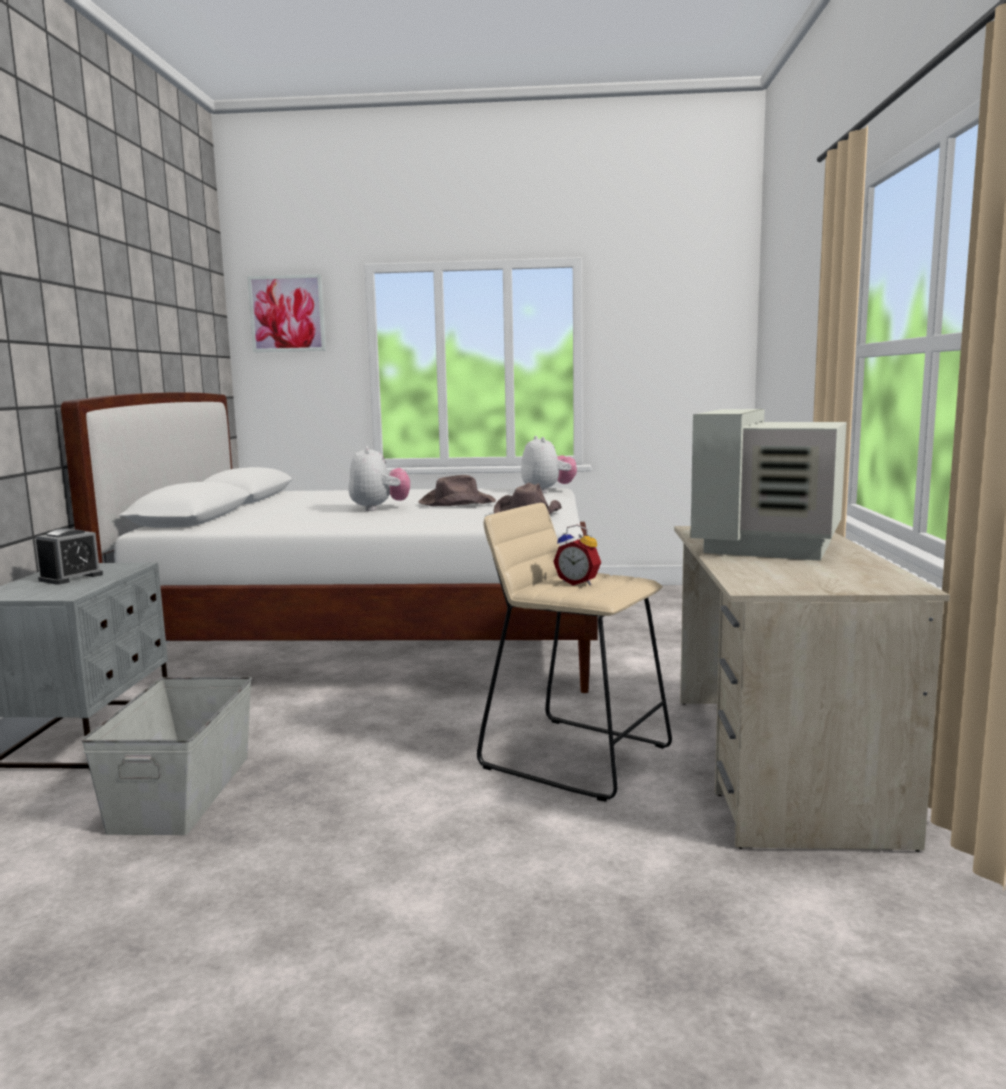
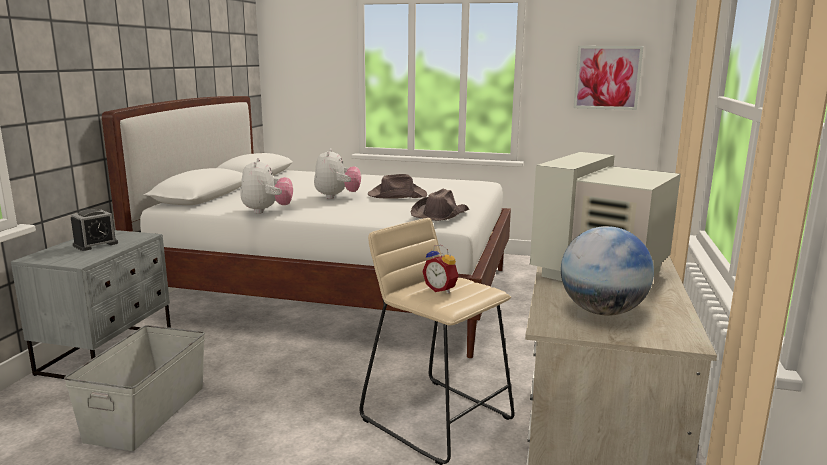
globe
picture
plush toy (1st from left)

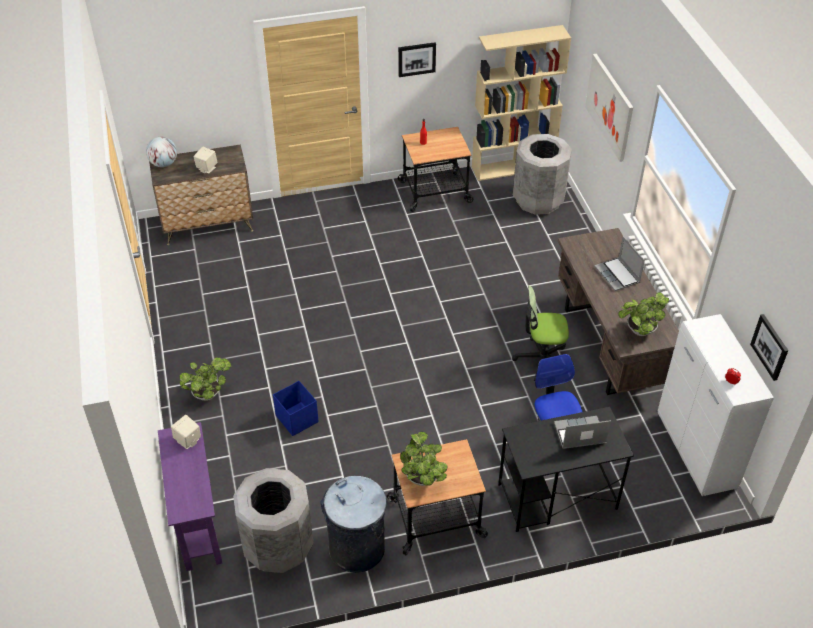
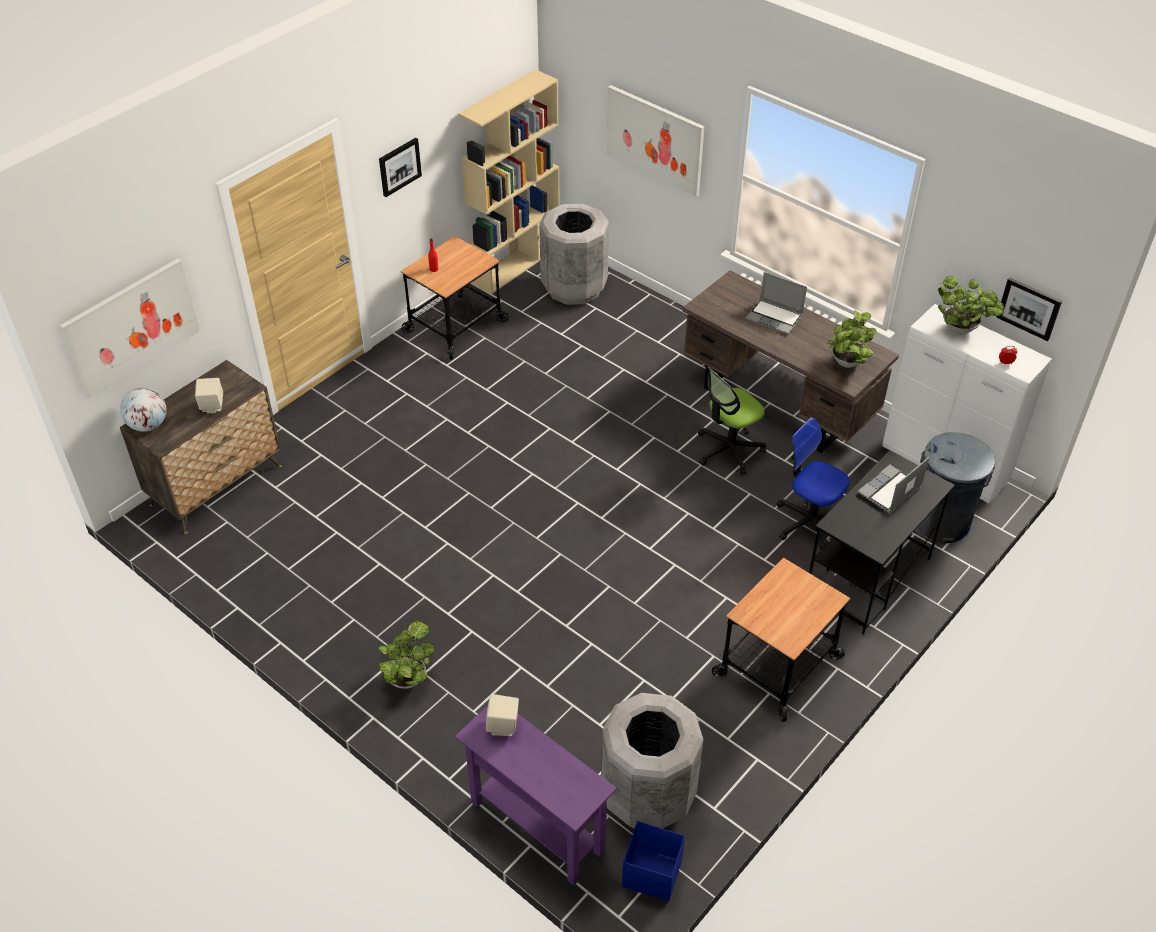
picture (1st from left)
blue storage box
grey trash can (3rd from left)
potted plant (3rd from left)

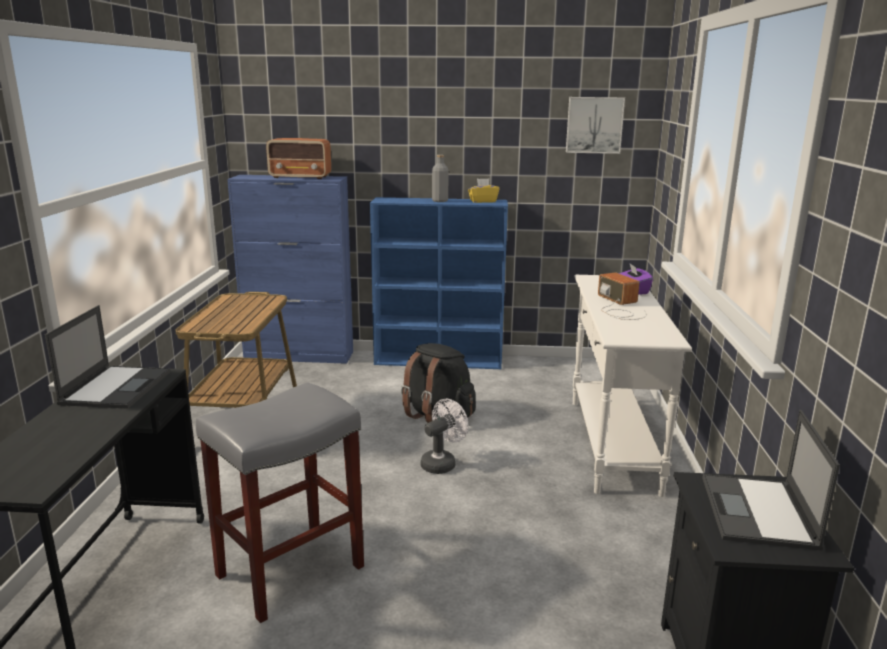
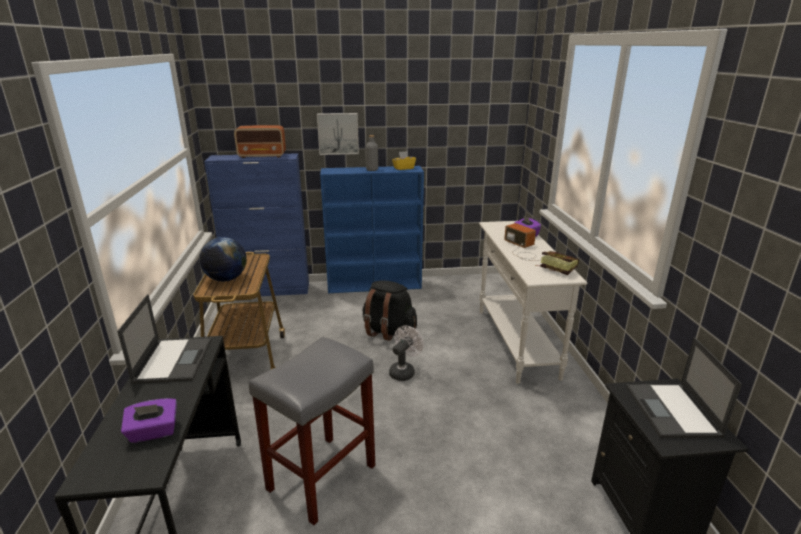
purple tissue box (1st from left)
globe
book
picture

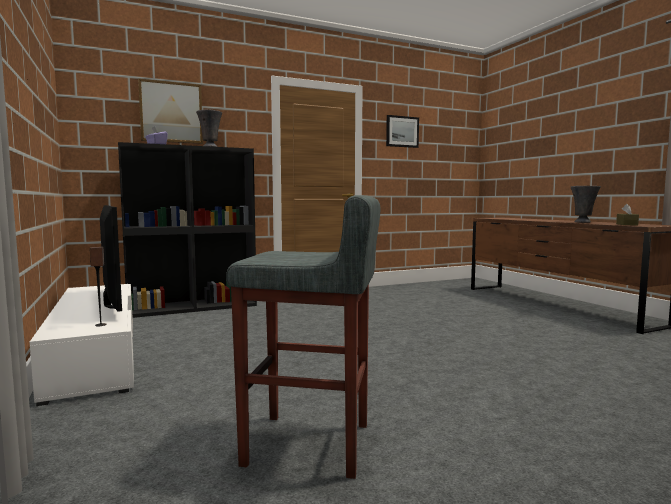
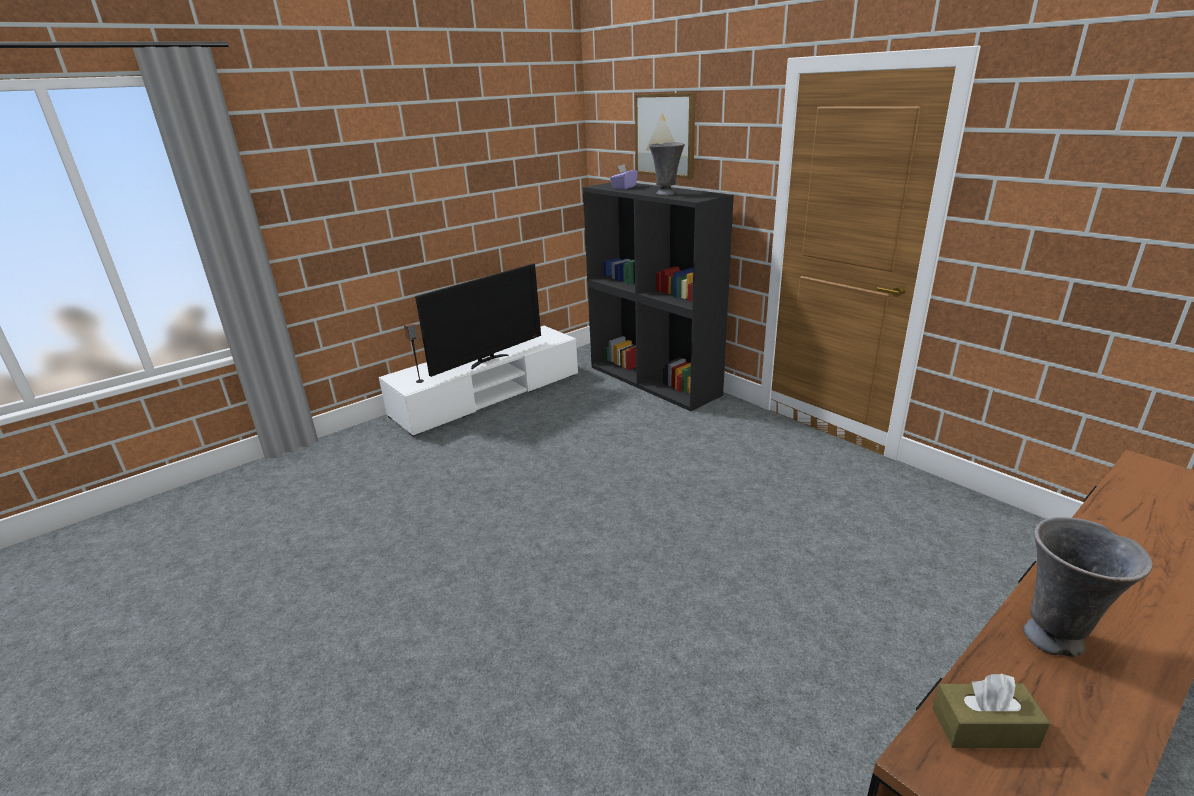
grey stool
picture (2nd from left in the first image)

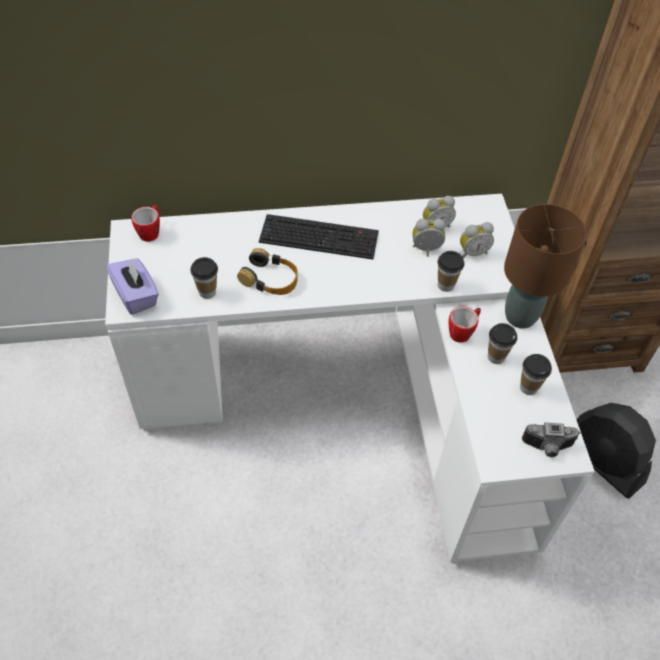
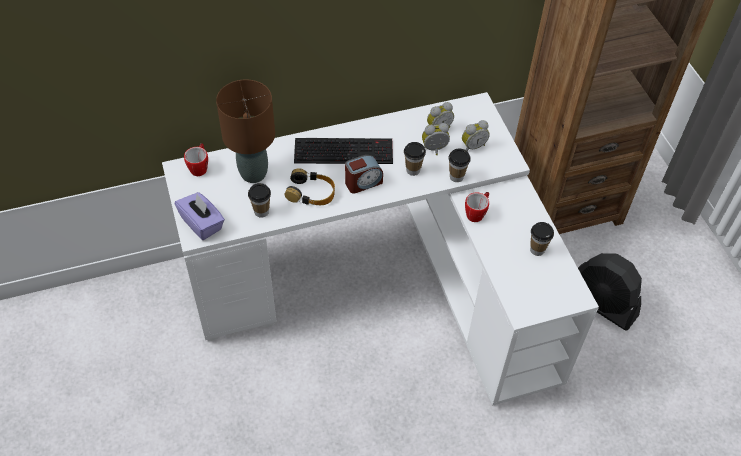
photo camera
alarm clock (1st from left)
cup (2nd from left)
brown table lamp

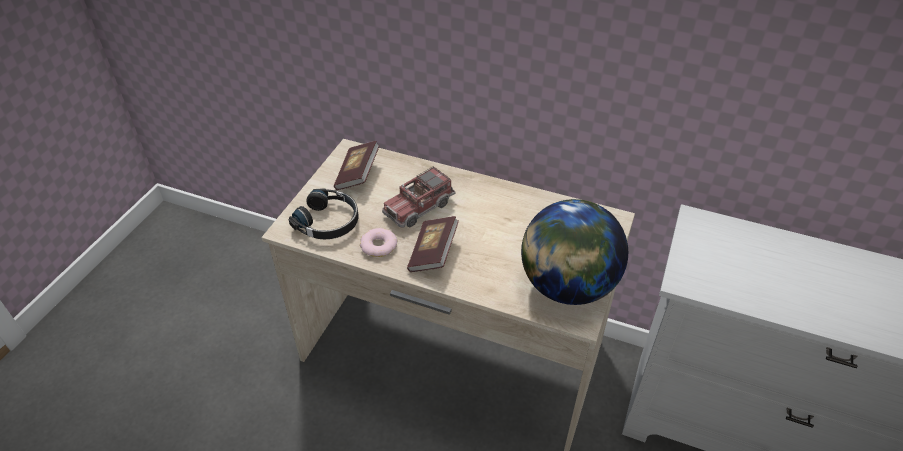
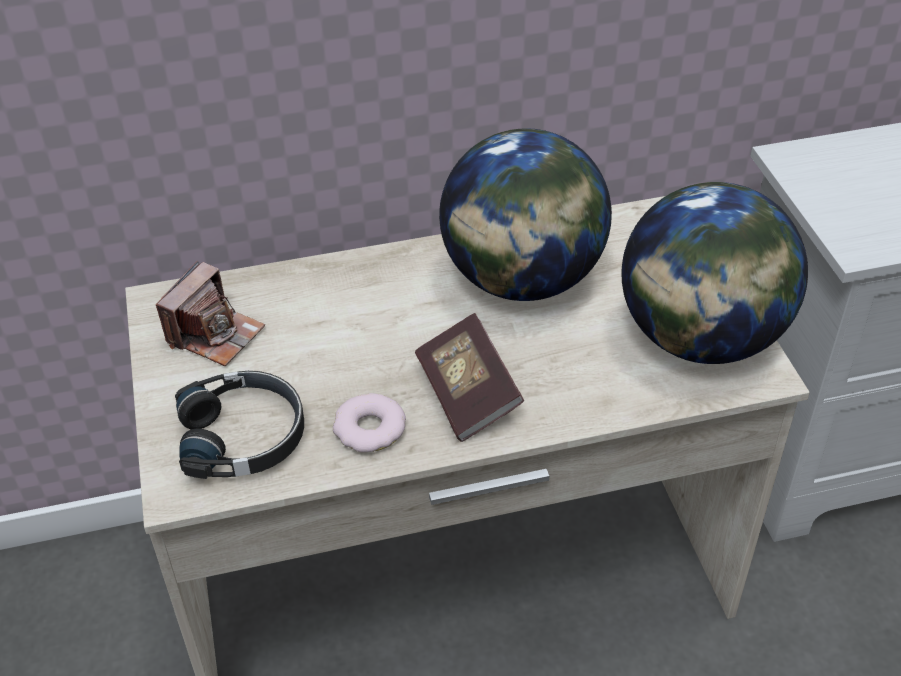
toy truck
globe (1st from left)
photo camera

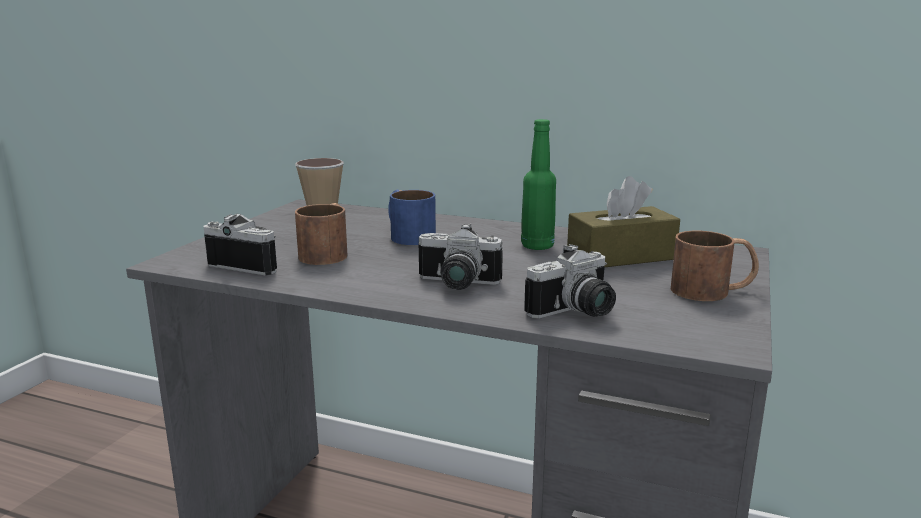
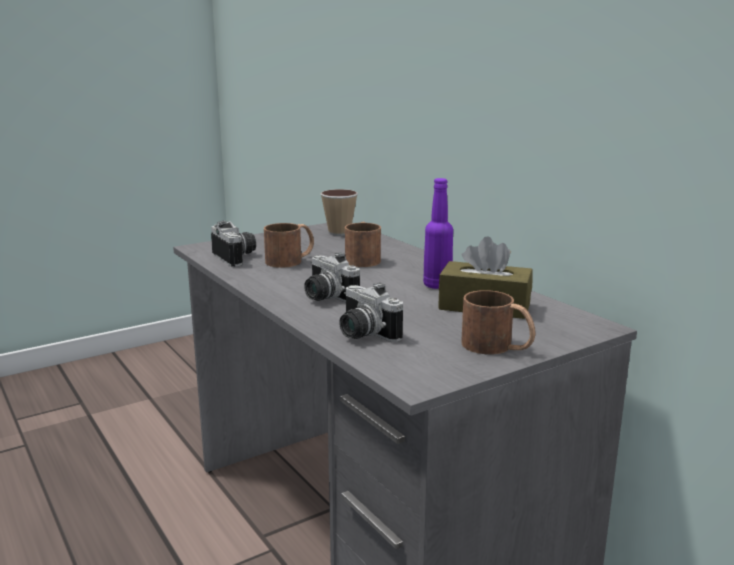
brown mug (2nd from left)
purple bottle
photo camera (3rd from left)

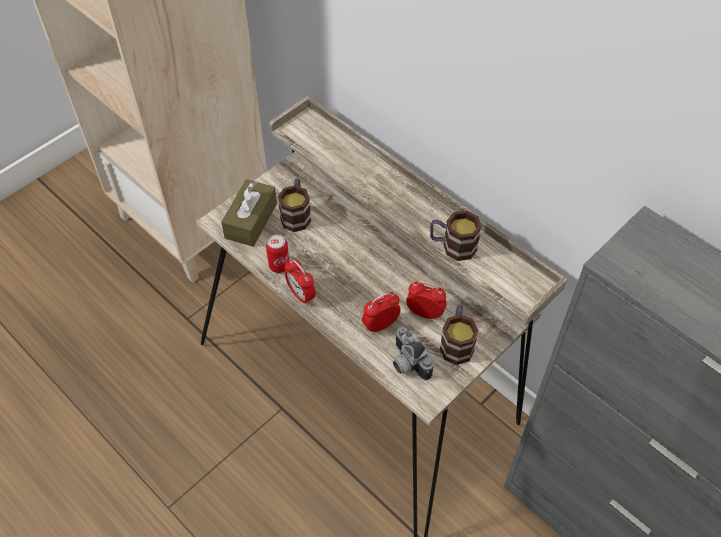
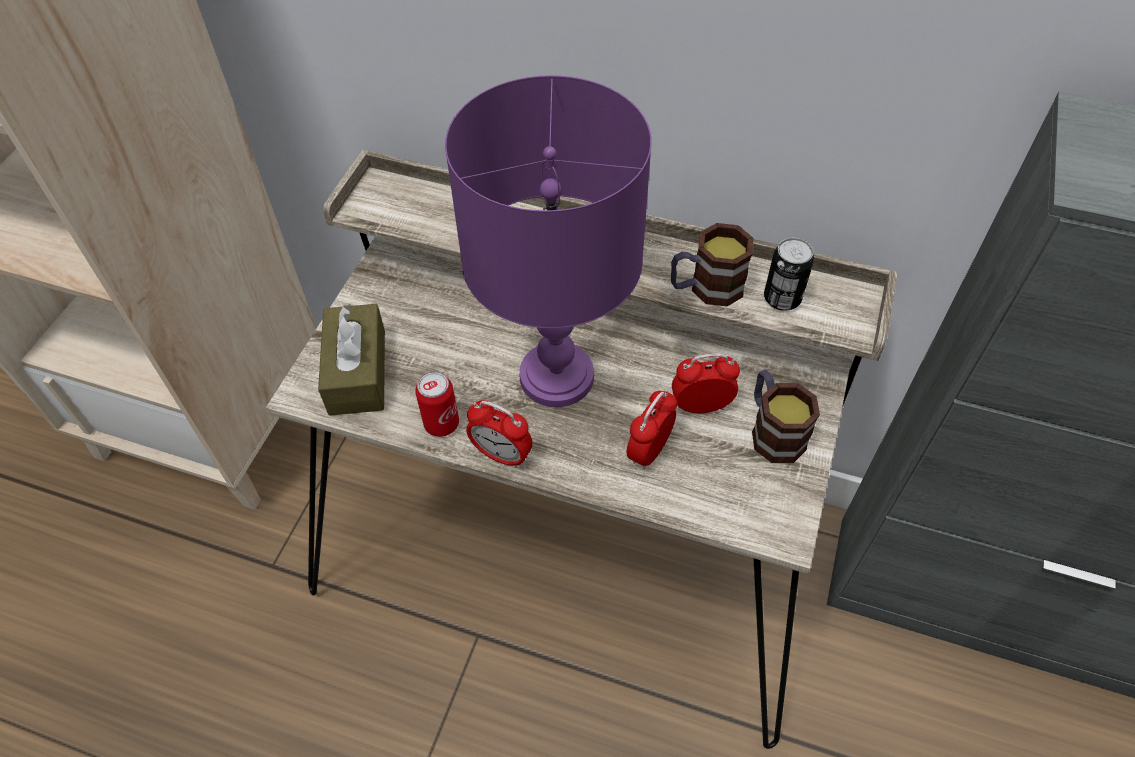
mug (1st from left in the first image)
photo camera
purple table lamp
can (2nd from left)

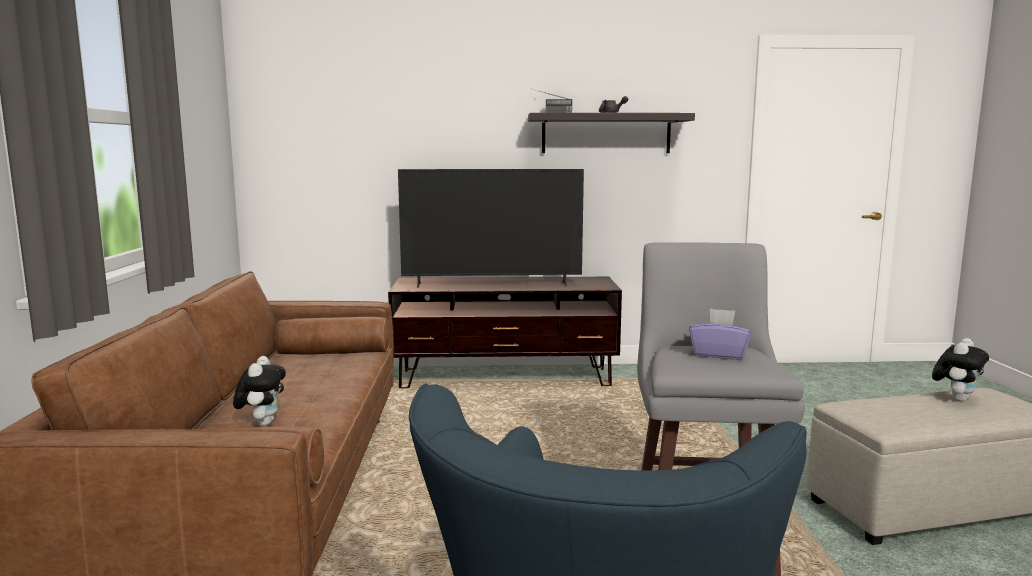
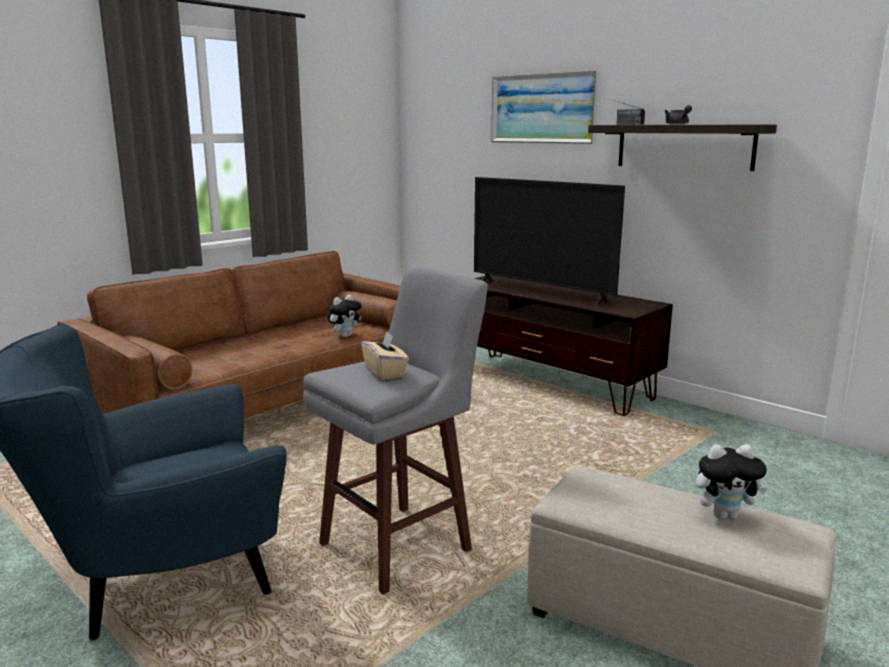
picture
plush toy (1st from left)
beige tissue box

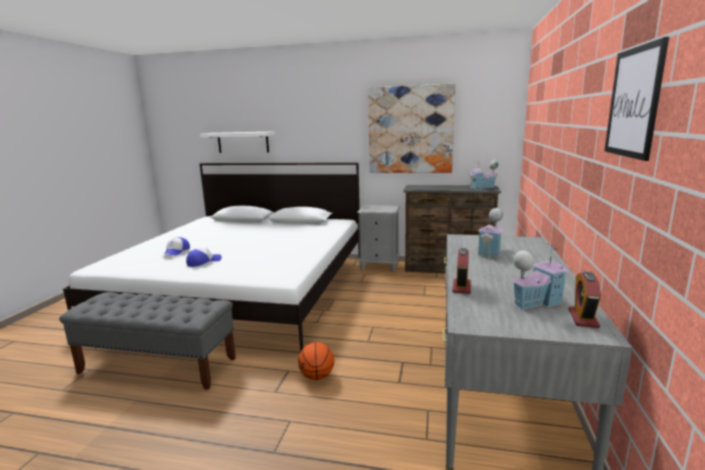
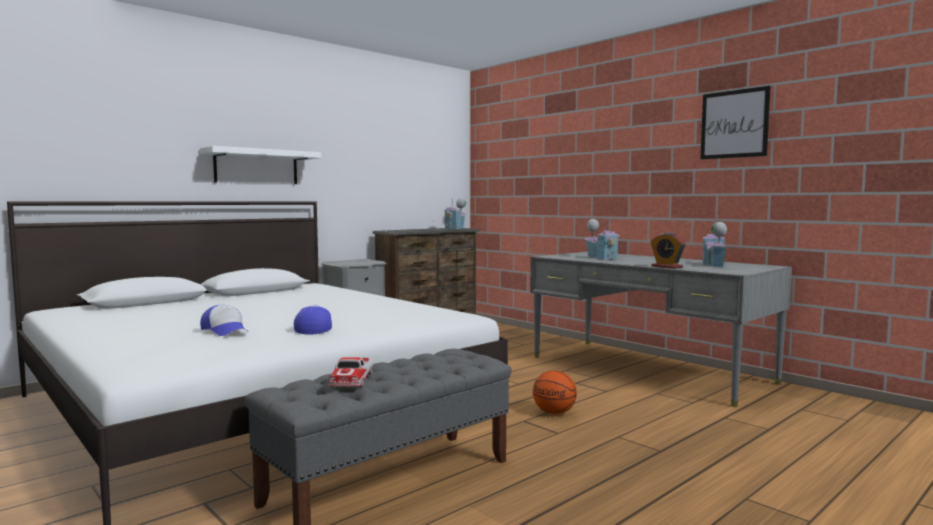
picture (1st from left in the first image)
alarm clock (2nd from left in the first image)
toy car
white shelf

